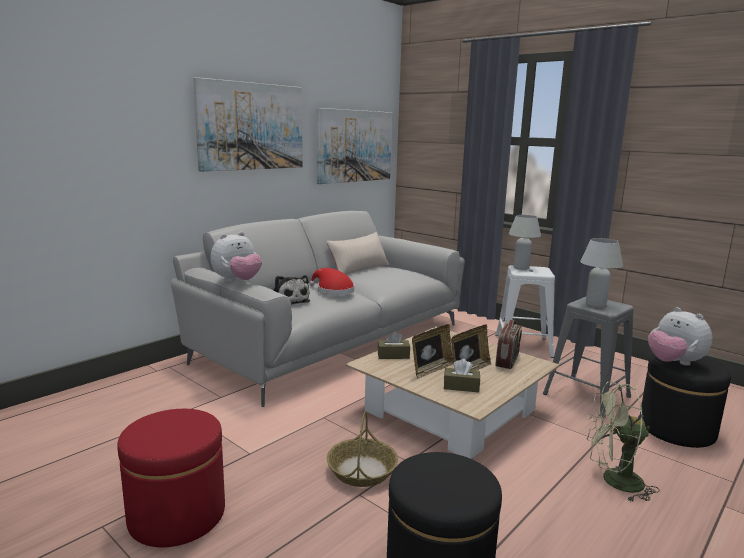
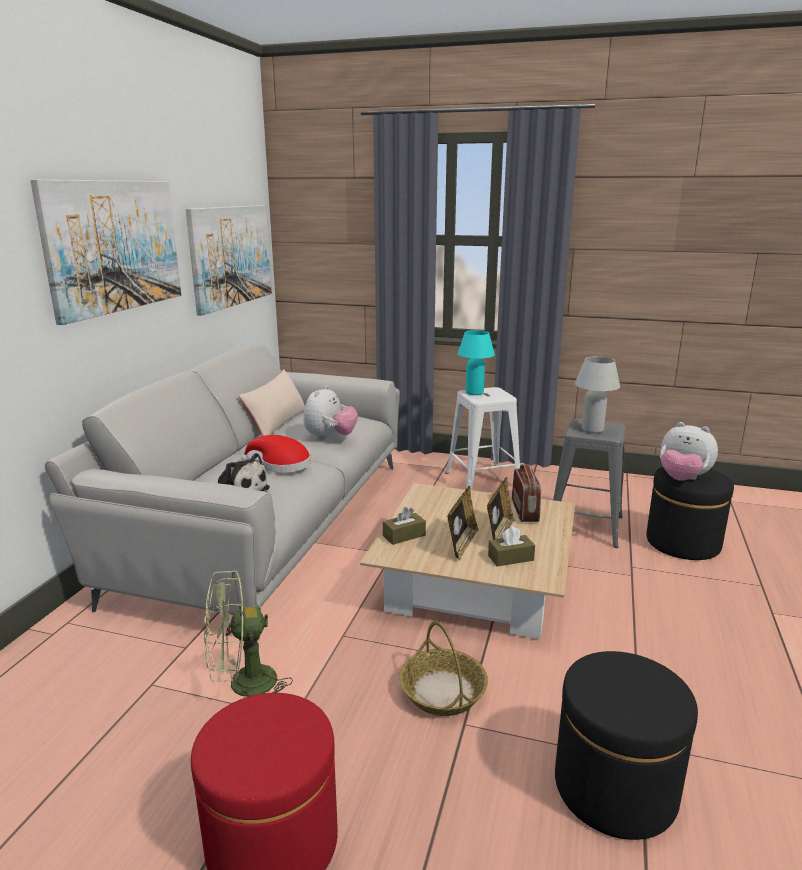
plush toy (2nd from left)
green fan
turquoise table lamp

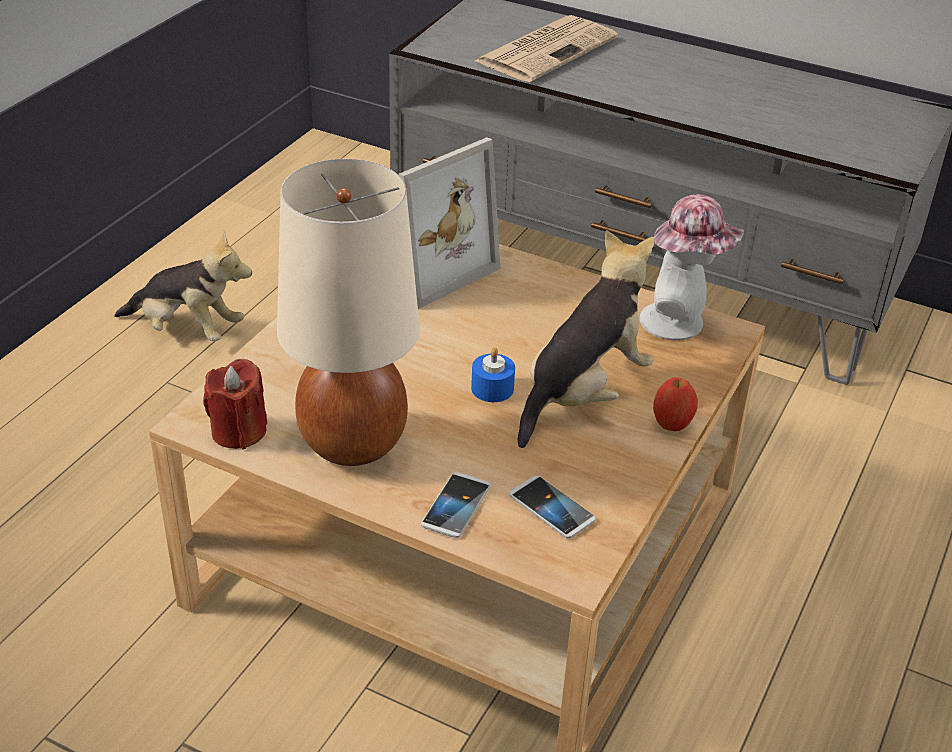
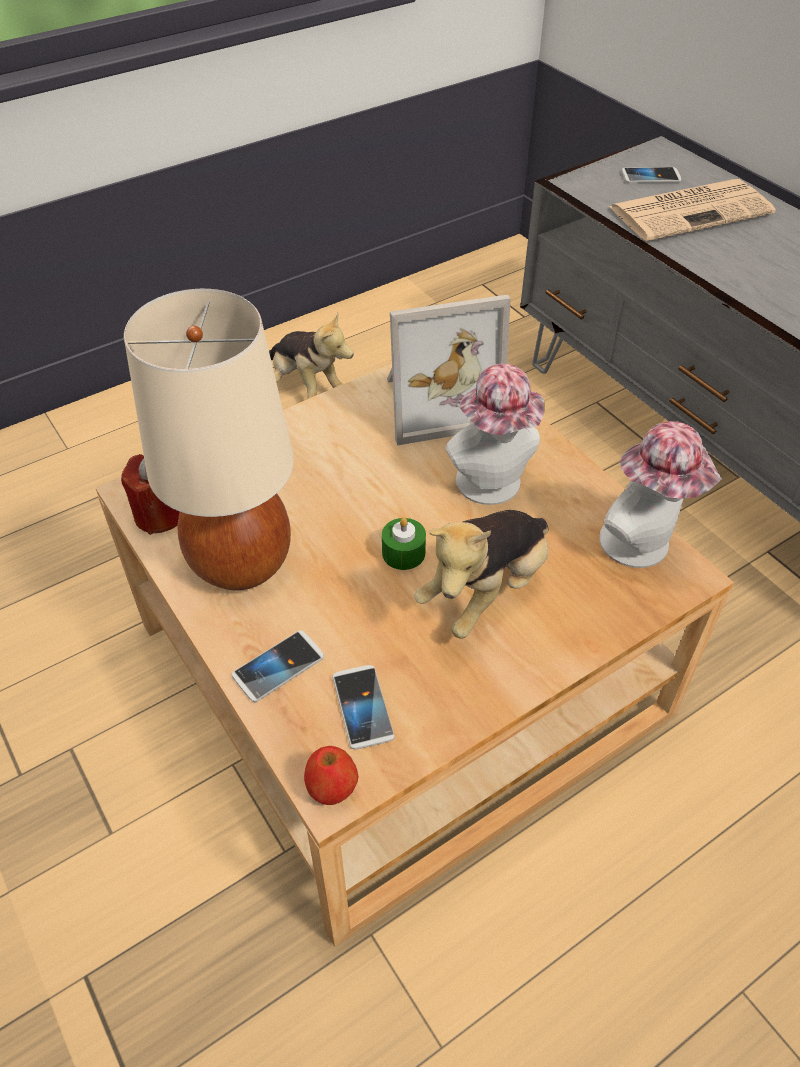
hat (1st from left)
phone (3rd from left)
apple
green candle
plush toy (2nd from left)

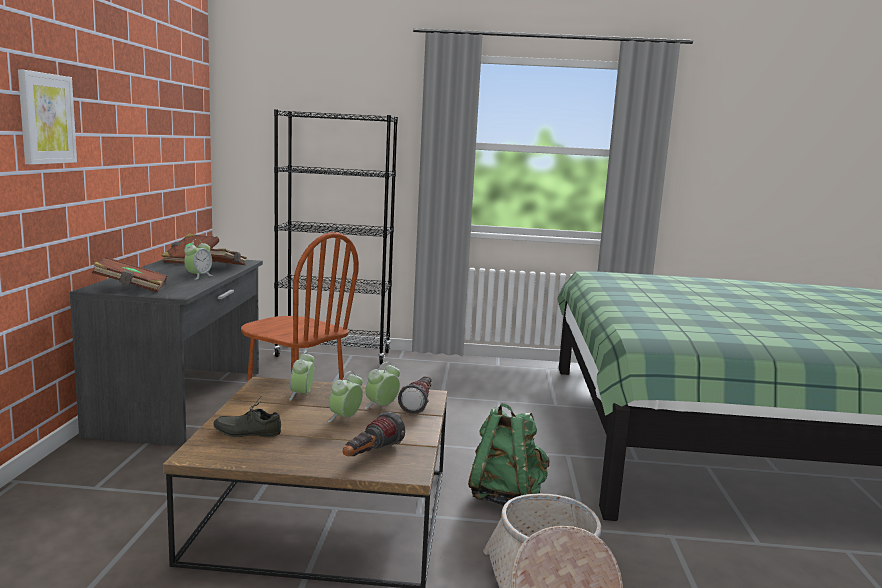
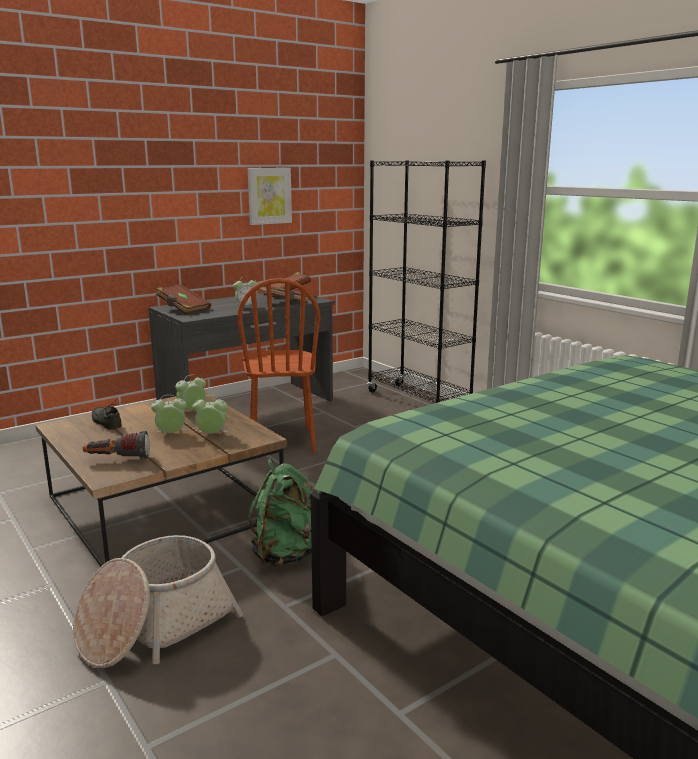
flashlight (2nd from left in the first image)
picture

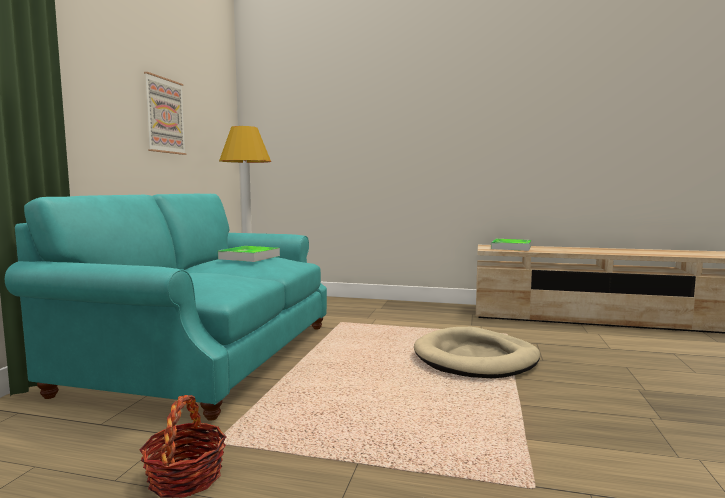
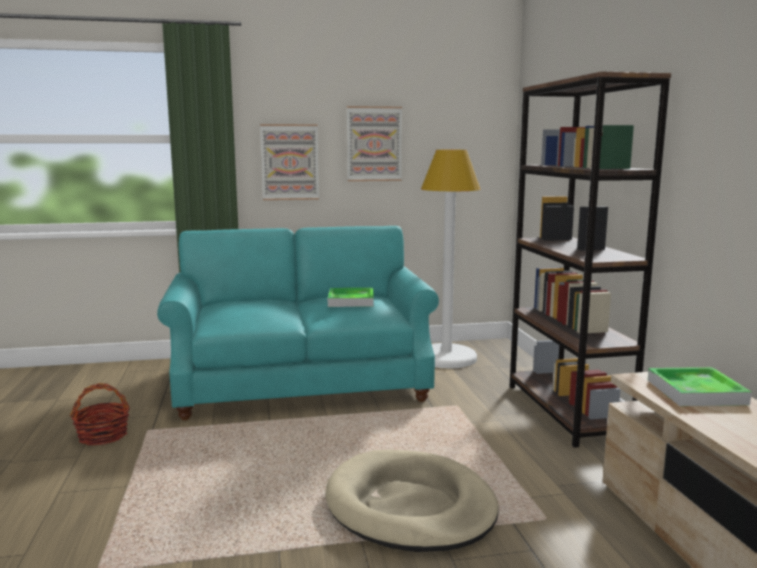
picture (1st from left)
brown bookcase

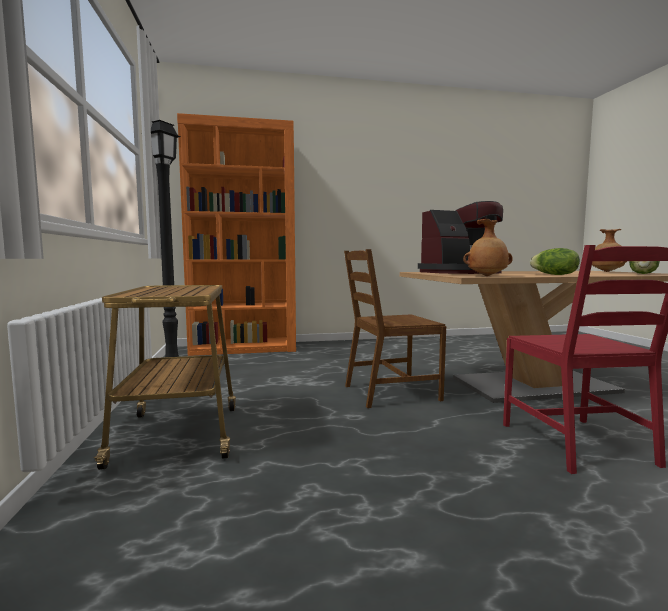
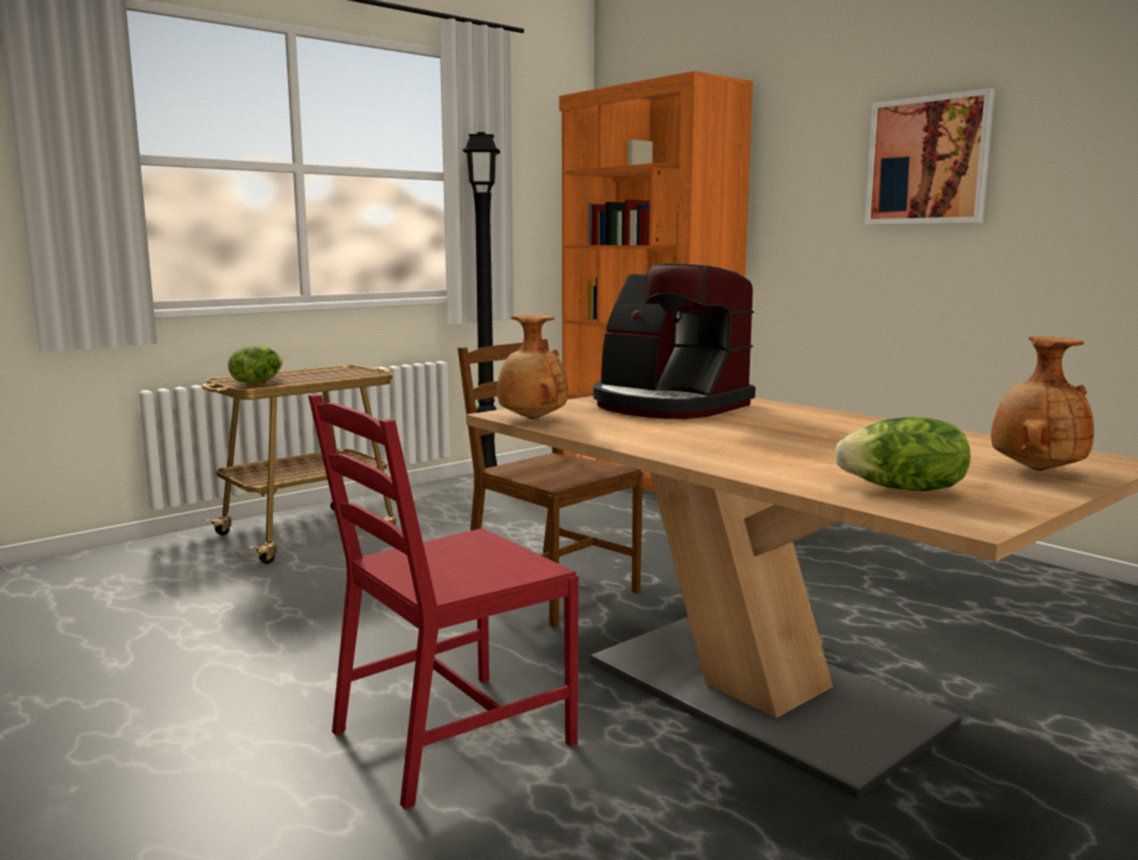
picture
lettuce (1st from left)

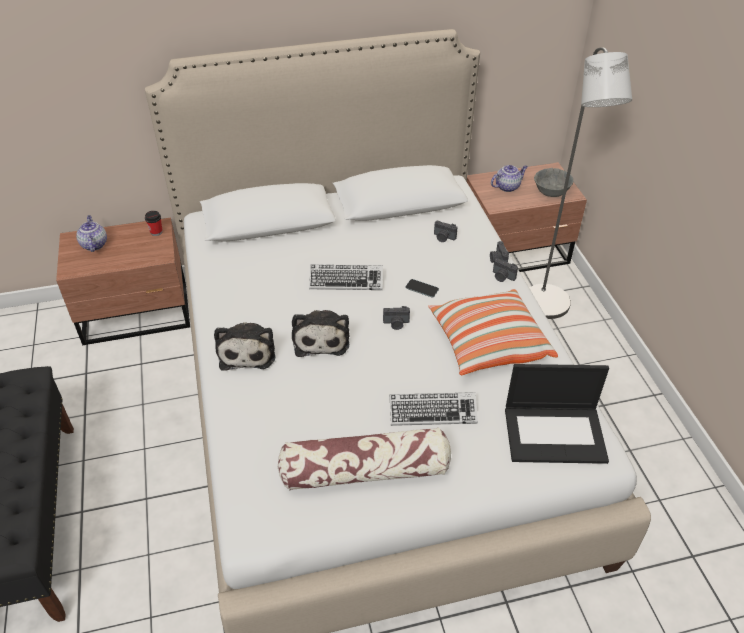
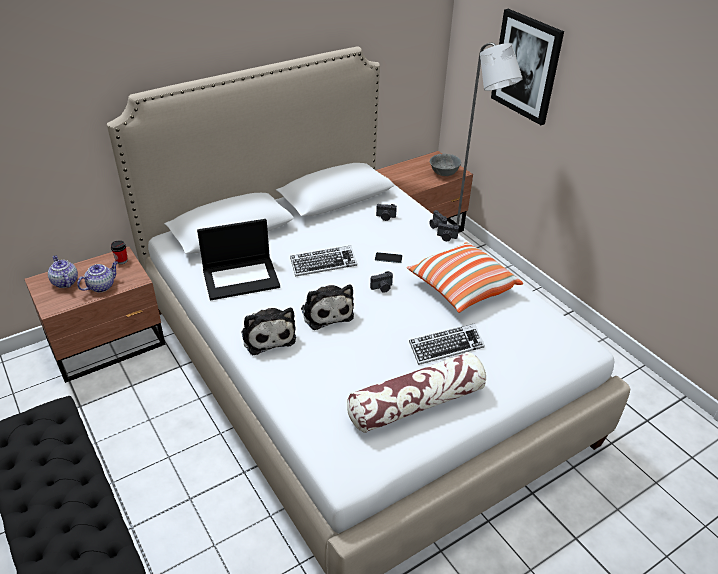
picture
teapot (2nd from left)
laptop

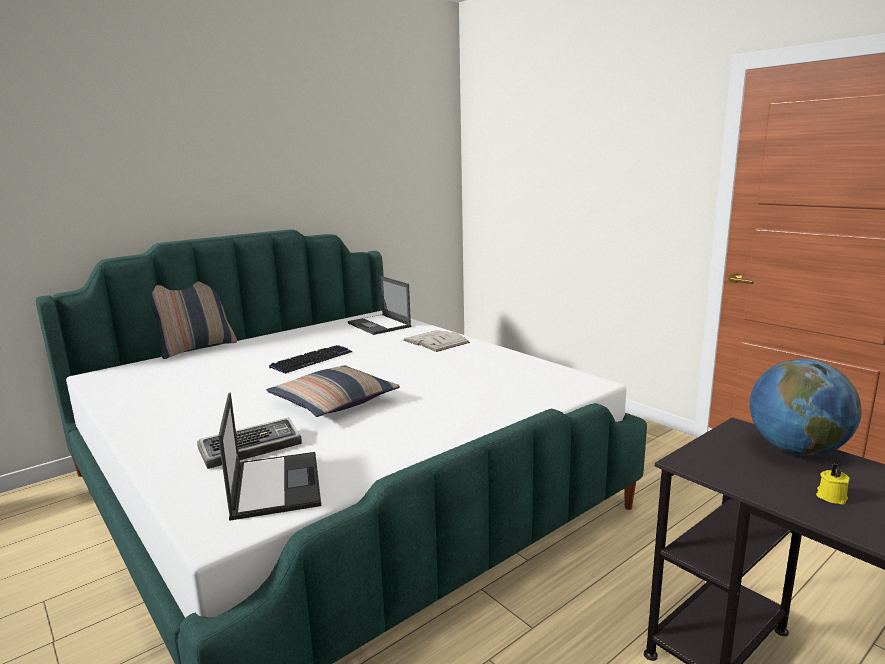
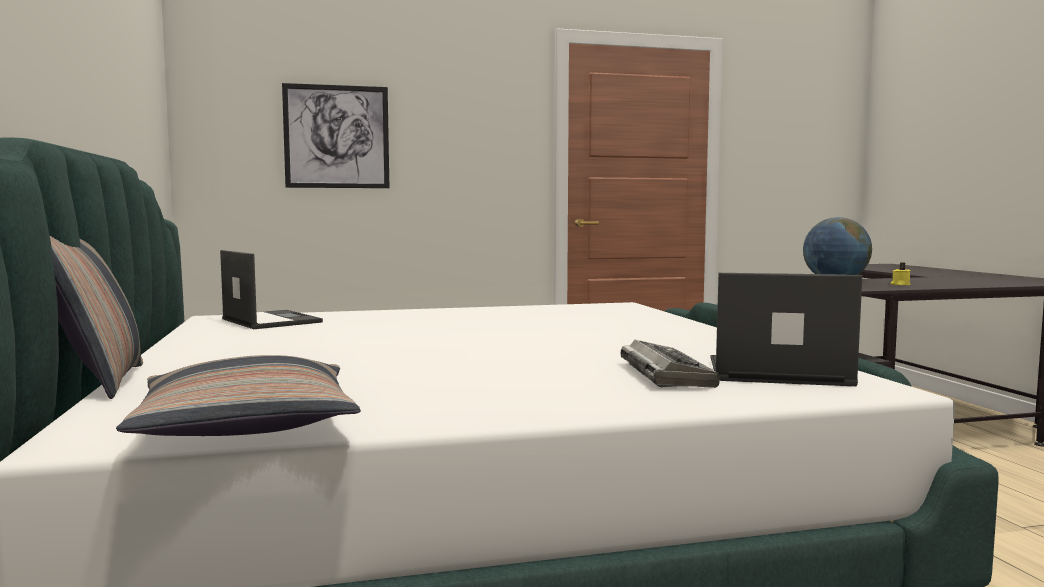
keyboard (2nd from left in the first image)
white book
picture
pillow (2nd from left)
laptop (1st from left)

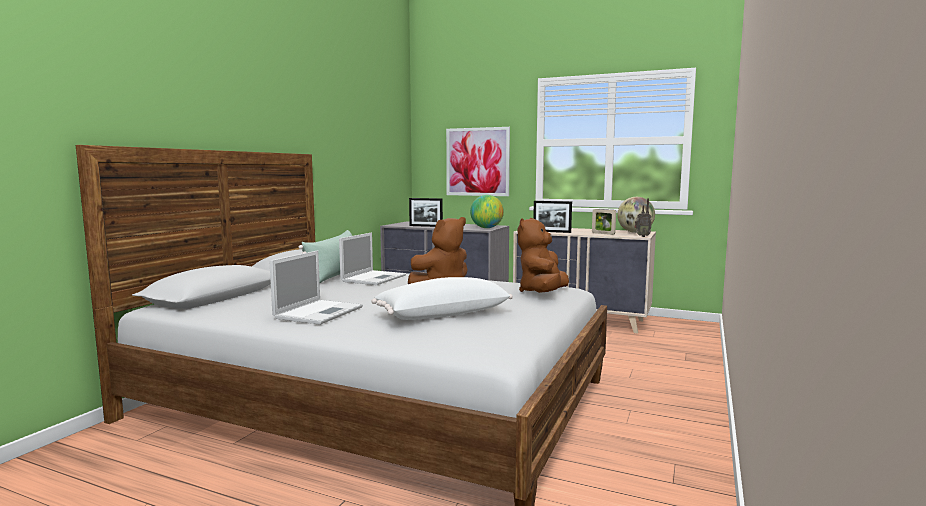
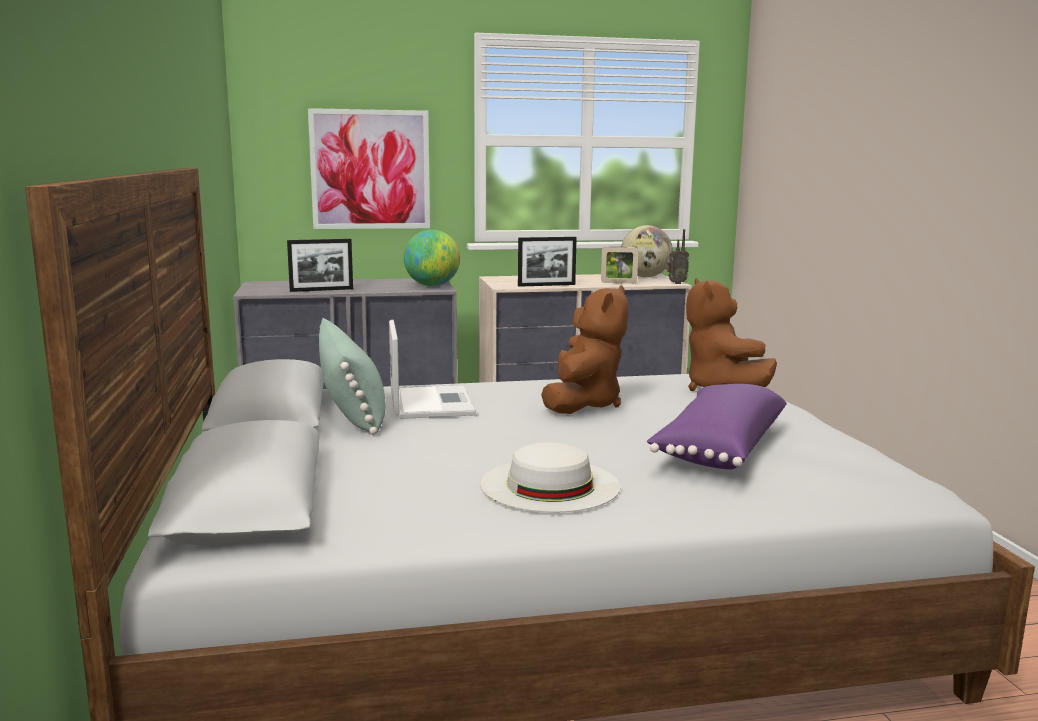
white hat
purple pillow

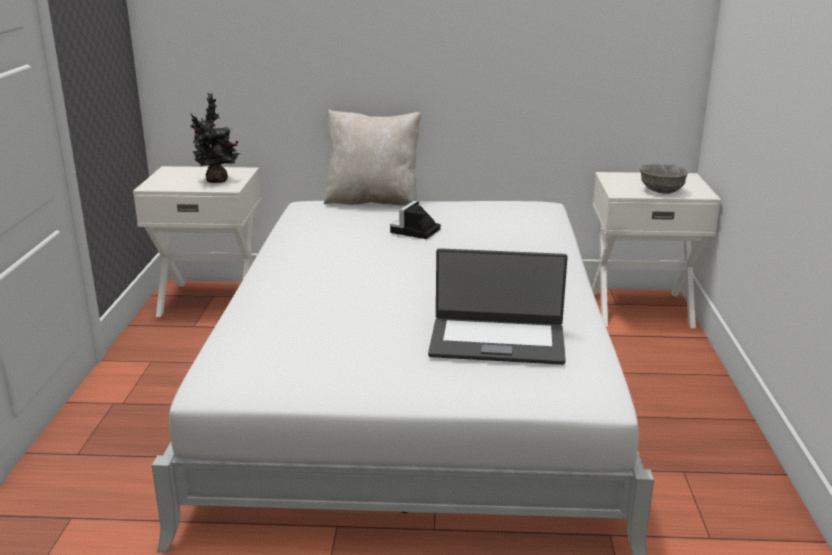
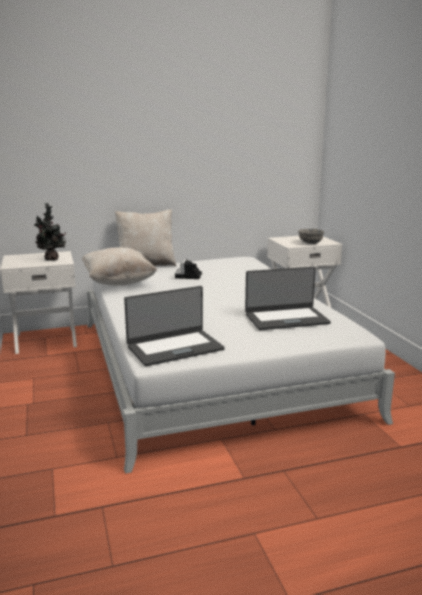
beige pillow (1st from left)
laptop (1st from left)

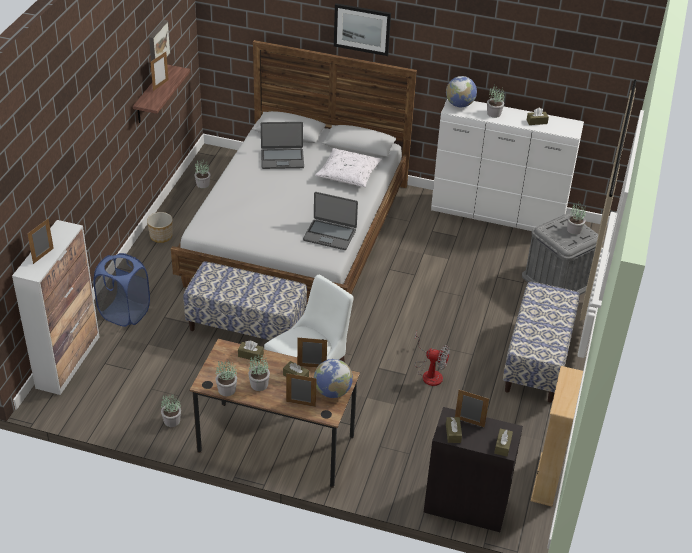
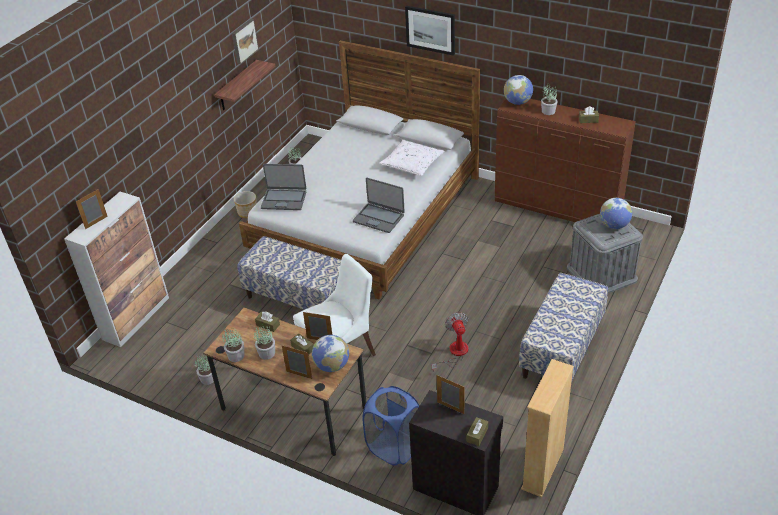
picture frame (2nd from left in the first image)
brown tissue box (3rd from left in the first image)
blue laundry basket
laptop (1st from left)
globe (3rd from left)
brown dresser
fan

